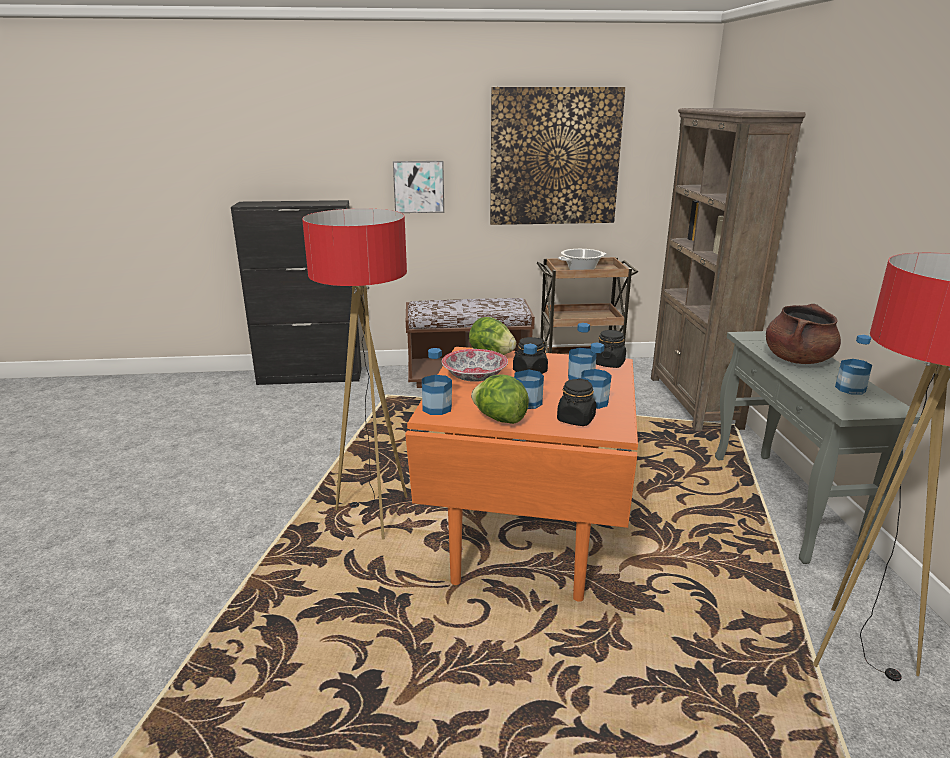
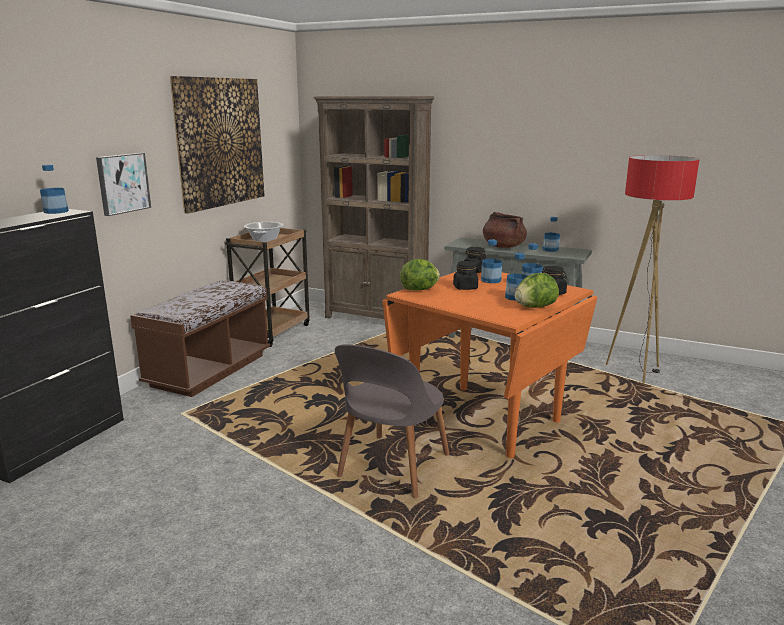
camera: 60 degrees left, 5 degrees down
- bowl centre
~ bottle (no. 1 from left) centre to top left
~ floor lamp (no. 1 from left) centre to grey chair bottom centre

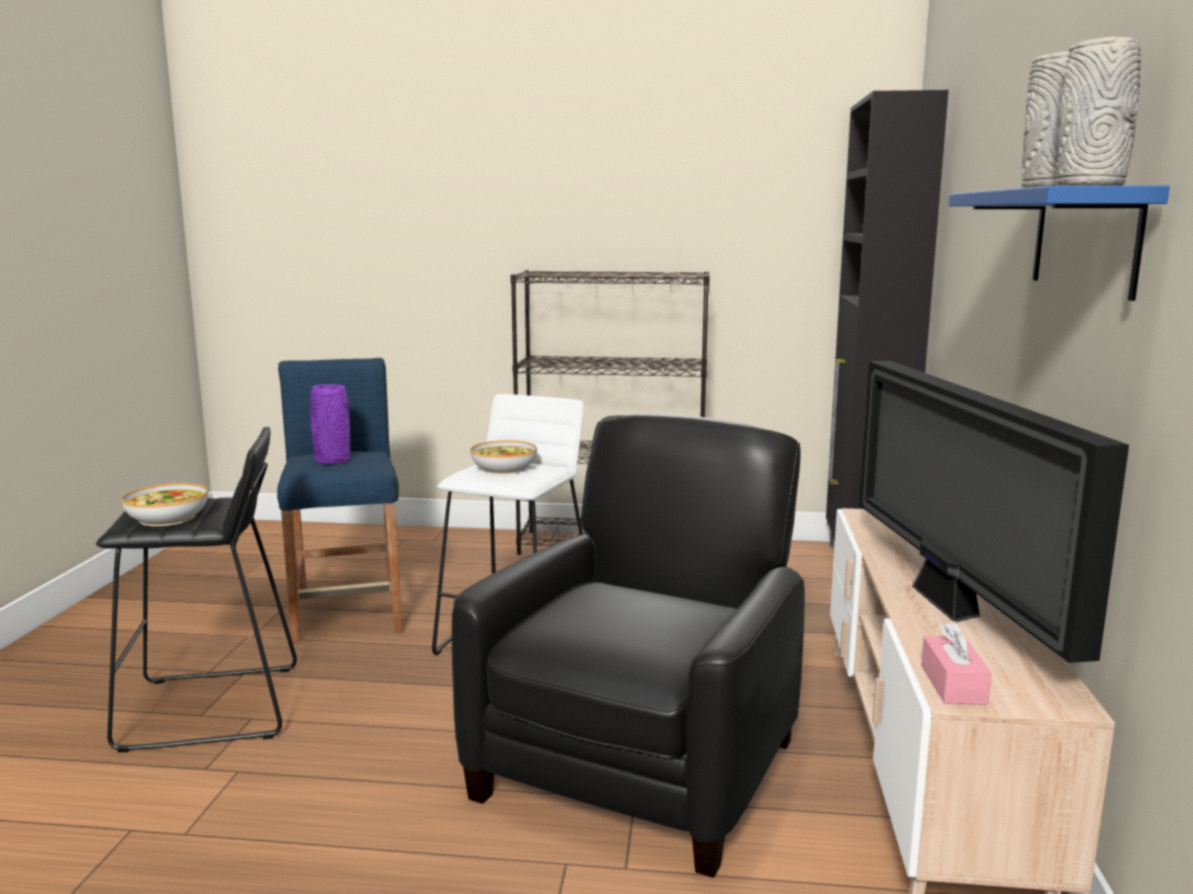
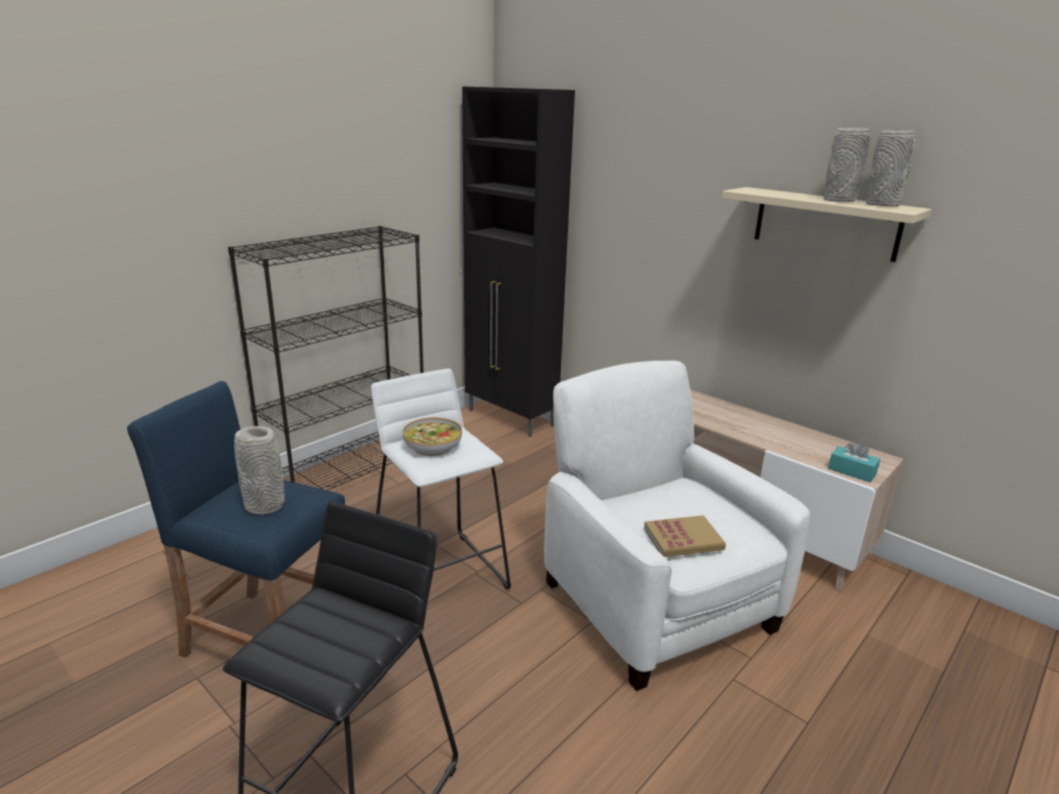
camera: 55 degrees left, 10 degrees up
- bowl (no. 1 from left) middle left
- television middle right
+ book bottom centre
~ purple vase middle left to grey vase (no. 1 from left) middle left
~ black armchair bottom centre to white armchair centre
~ pink tissue box bottom right to turquoise tissue box middle right
~ blue shelf top right to beige shelf top right

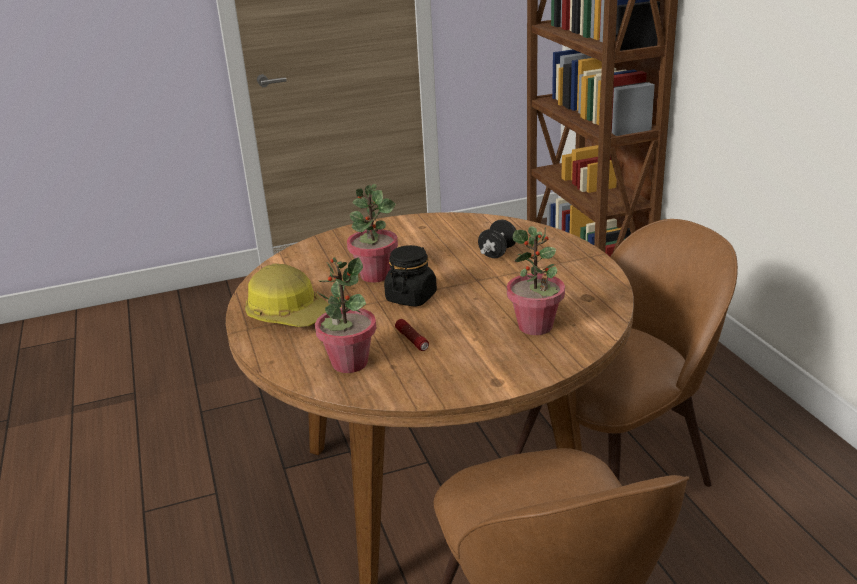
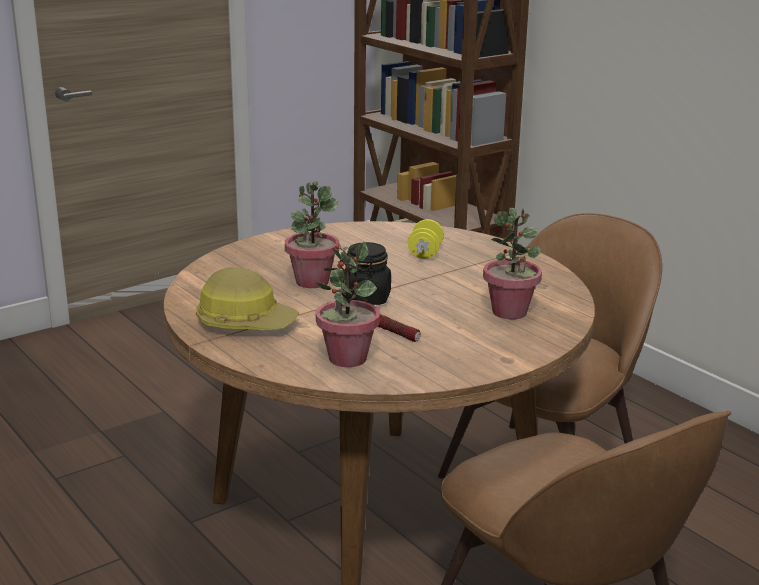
camera: 20 degrees left, 5 degrees down
~ black dumbbell centre to yellow dumbbell centre

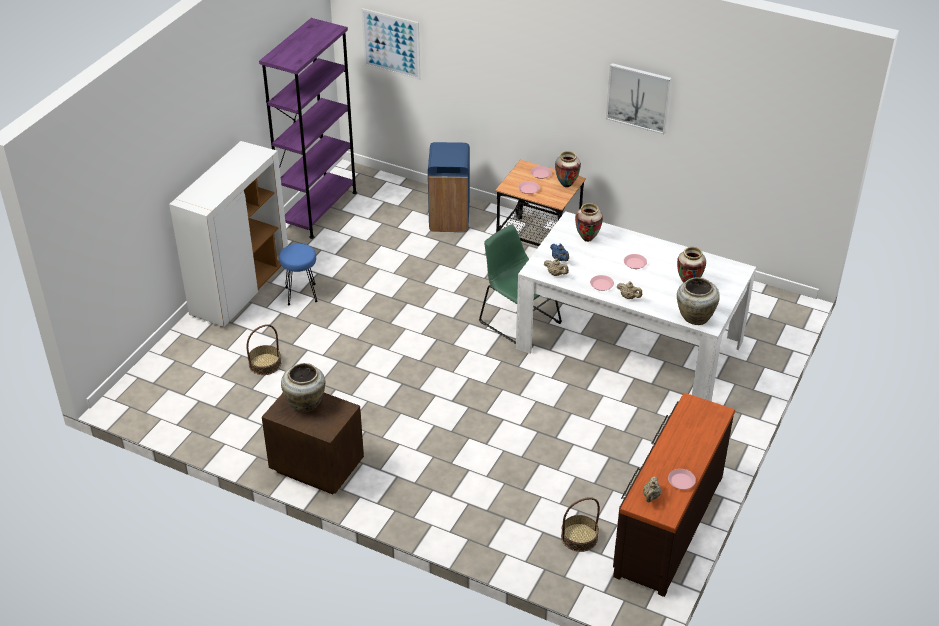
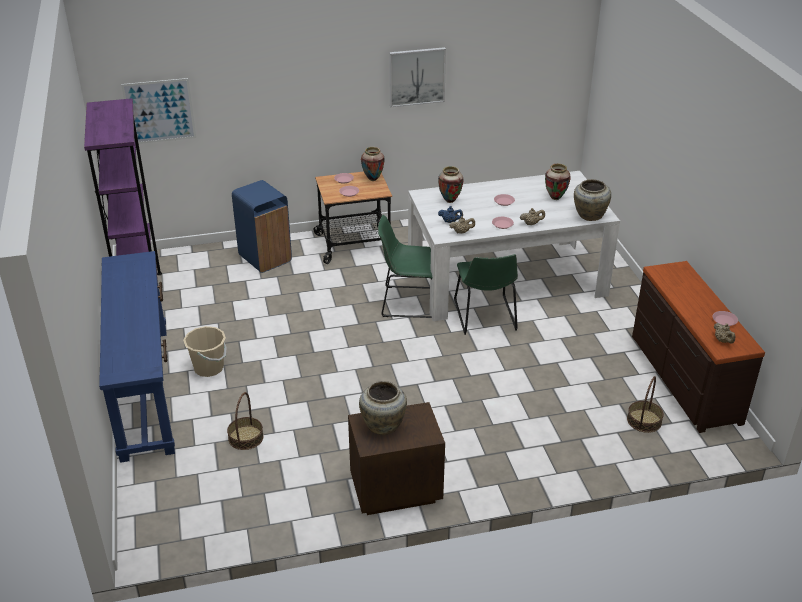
camera: 40 degrees left, 5 degrees down
+ green chair (no. 2 from left) centre
~ white cabinet middle left to blue console table middle left
~ blue stool middle left to beige bucket middle left

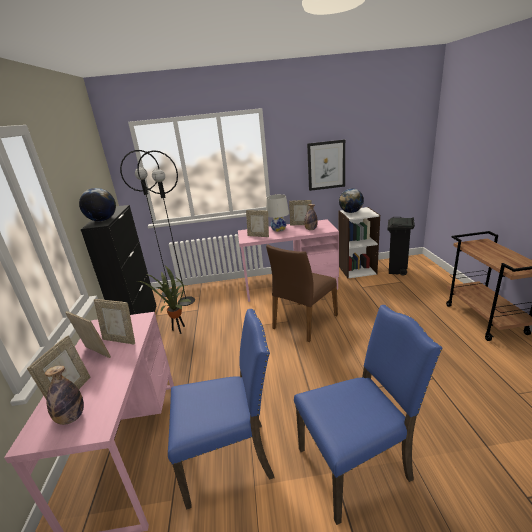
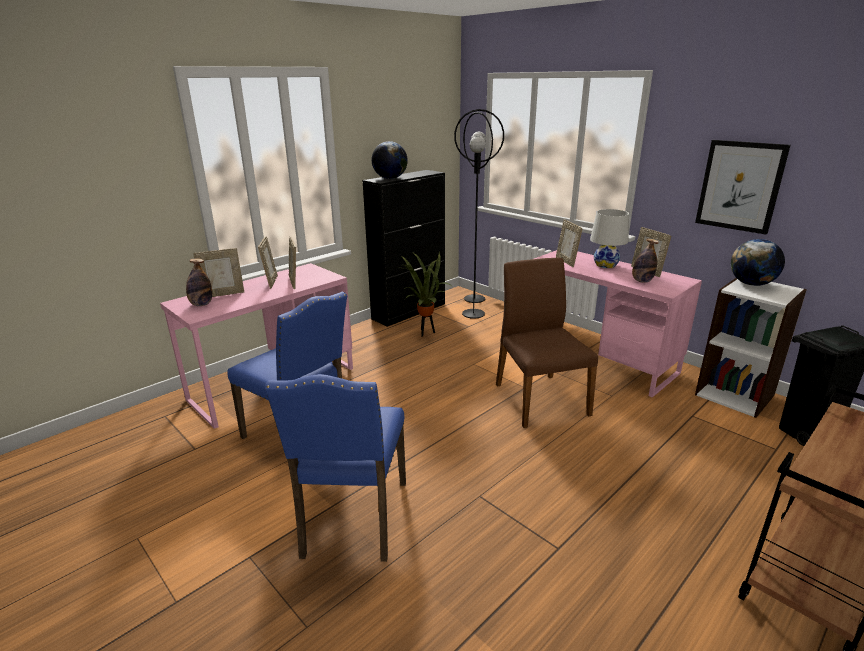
camera: 50 degrees right, 0 degrees up
~ brown chair centre = centre 75 degrees clockwise
~ blue chair (no. 2 from left) bottom right = bottom centre 60 degrees clockwise

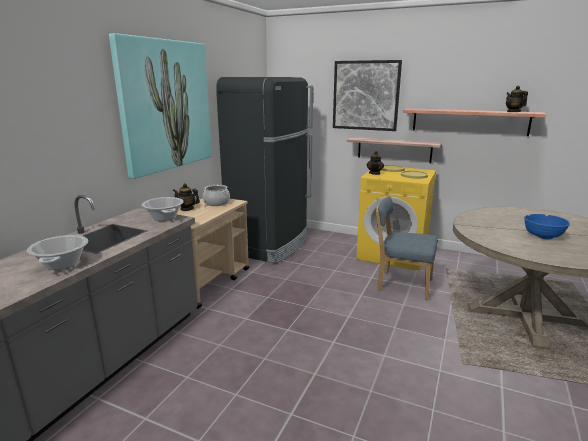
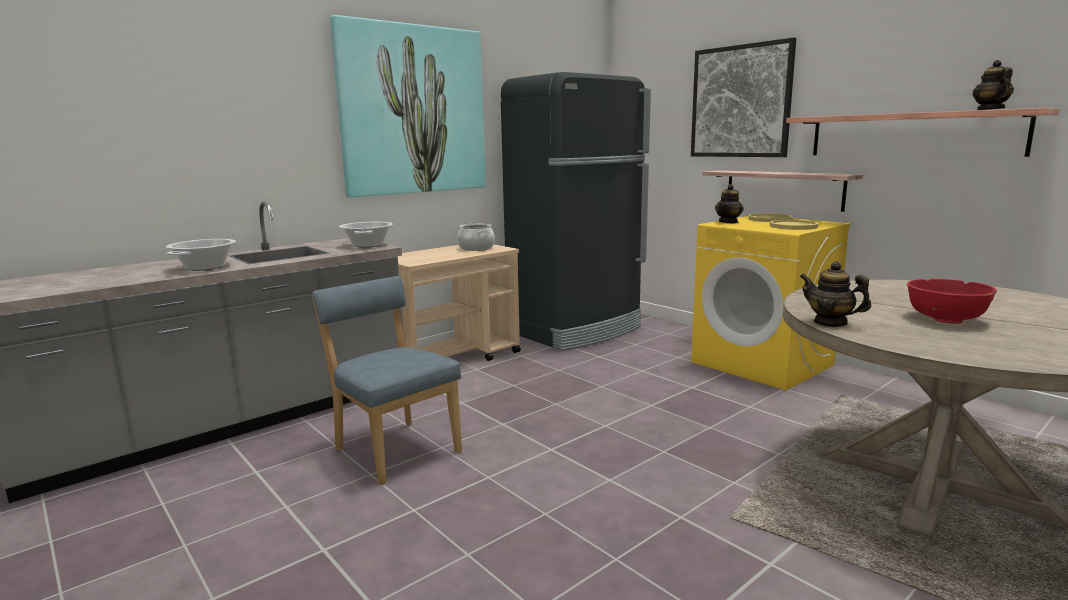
camera: 25 degrees right, 5 degrees down
~ teapot (no. 1 from left in the first image) middle left to teapot (no. 2 from left) middle right
~ blue chair middle right to centre
~ blue bowl middle right to red bowl middle right

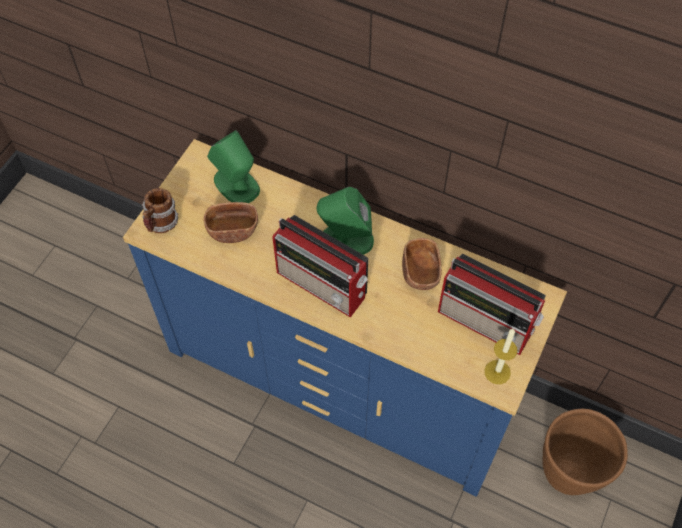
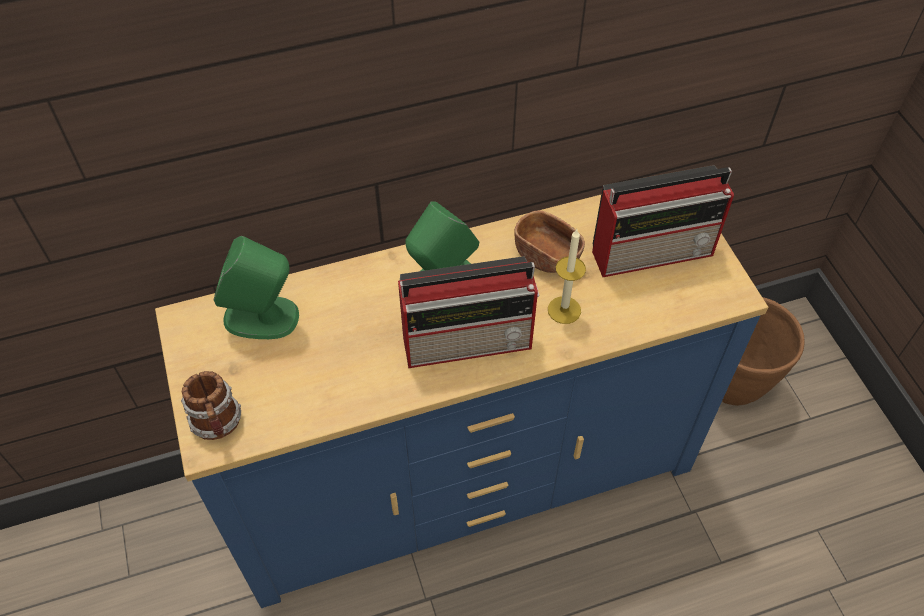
camera: 45 degrees left, 5 degrees down
- brown bowl (no. 1 from left) centre
~ candle bottom right to centre

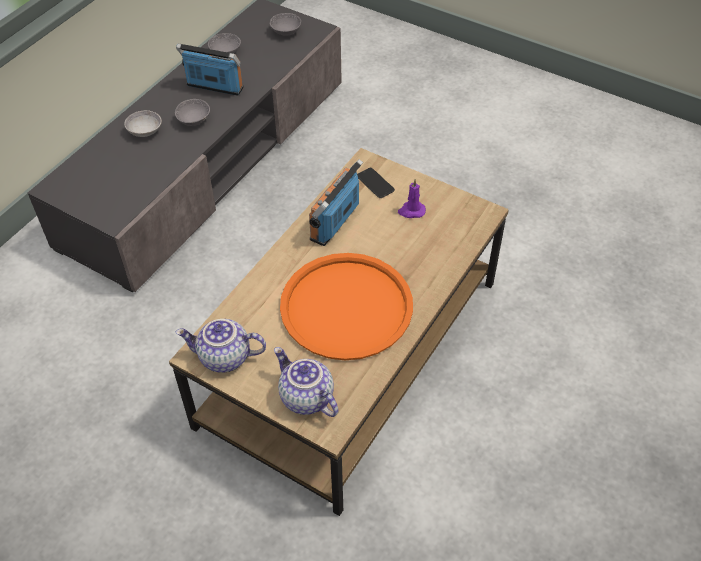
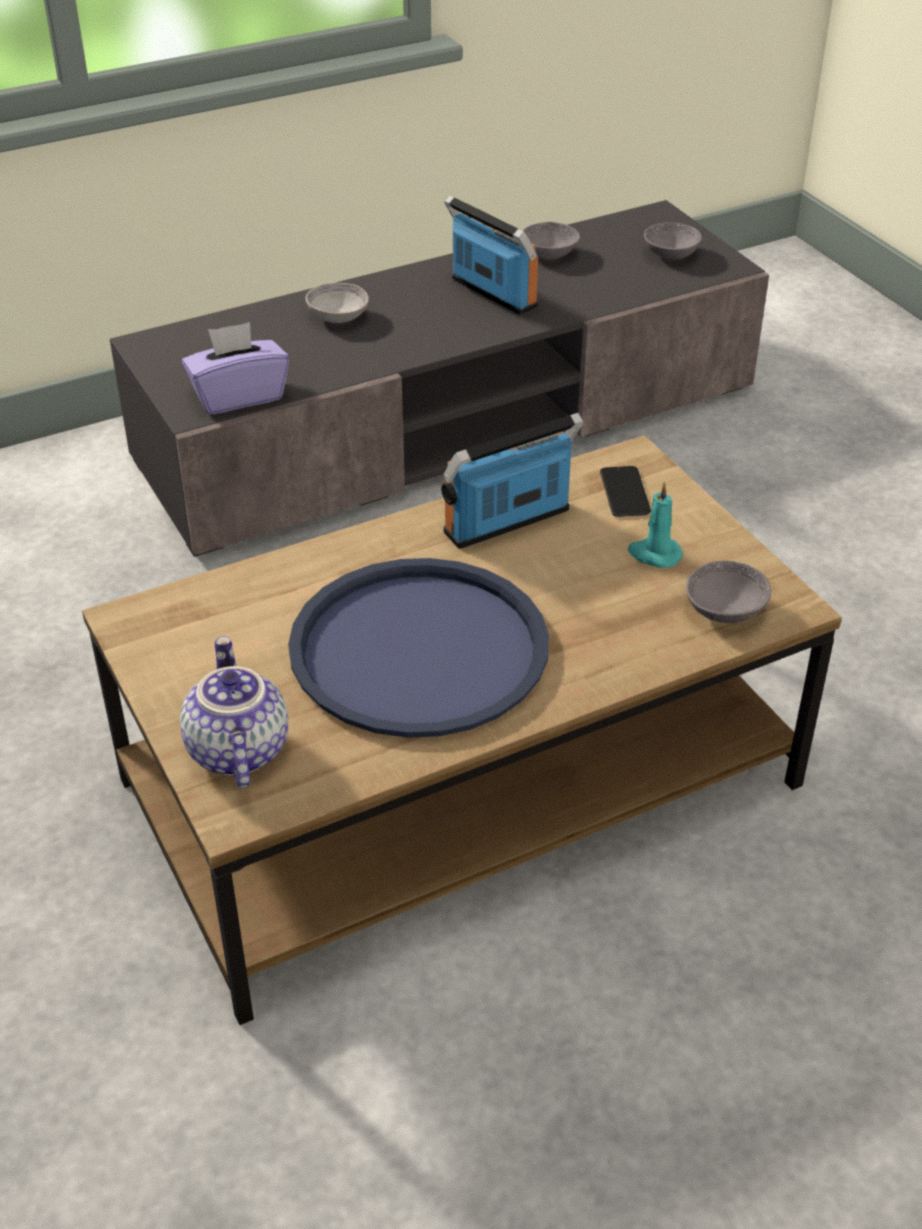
camera: 30 degrees right, 10 degrees down
- teapot (no. 1 from left) middle left
+ purple tissue box top left
~ grey bowl (no. 2 from left in the first image) top left to grey bowl (no. 4 from left) middle right
~ orange tray centre to blue tray centre
~ purple candle centre to turquoise candle middle right

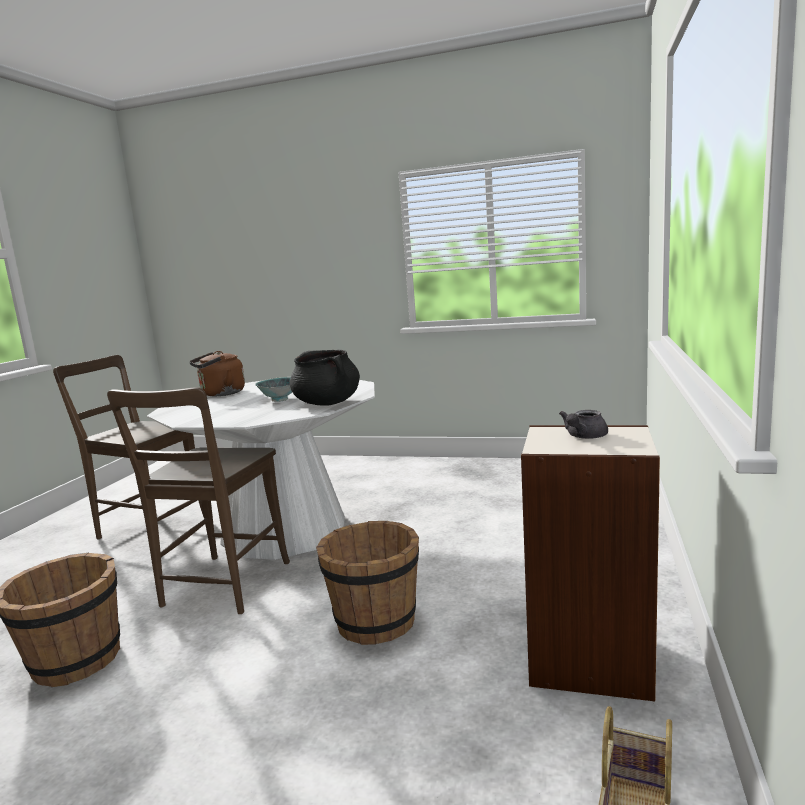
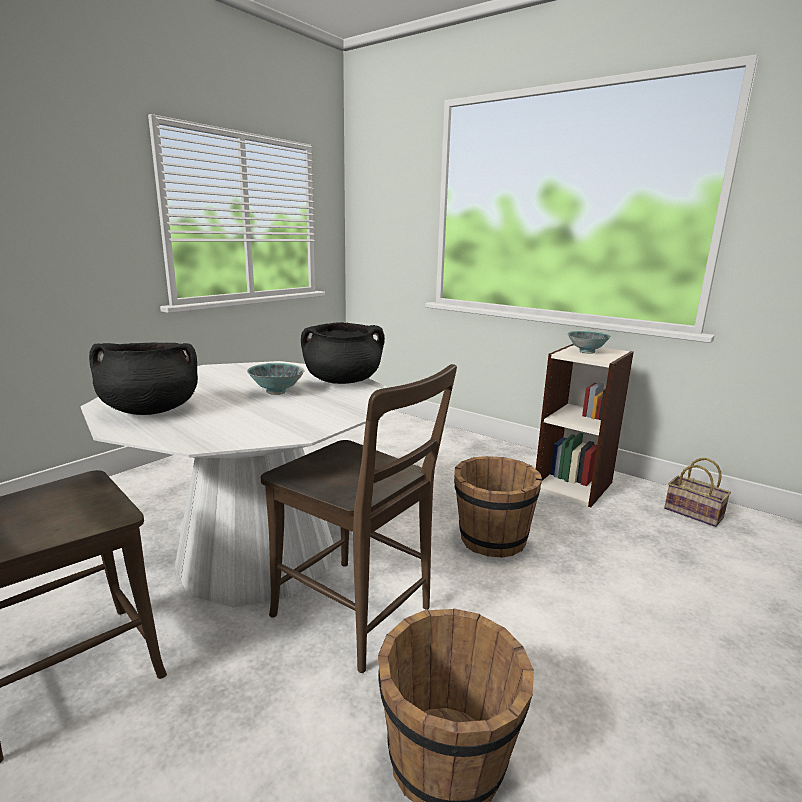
camera: 70 degrees left, 5 degrees up
~ brown kettle middle left to black cooking pot (no. 1 from left) middle left
~ grey teapot middle right to bowl (no. 2 from left) middle right

